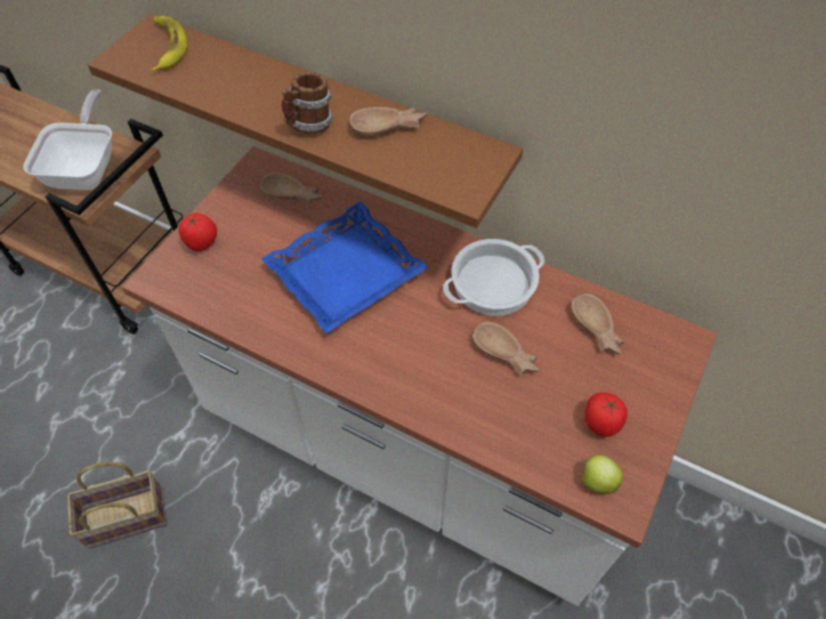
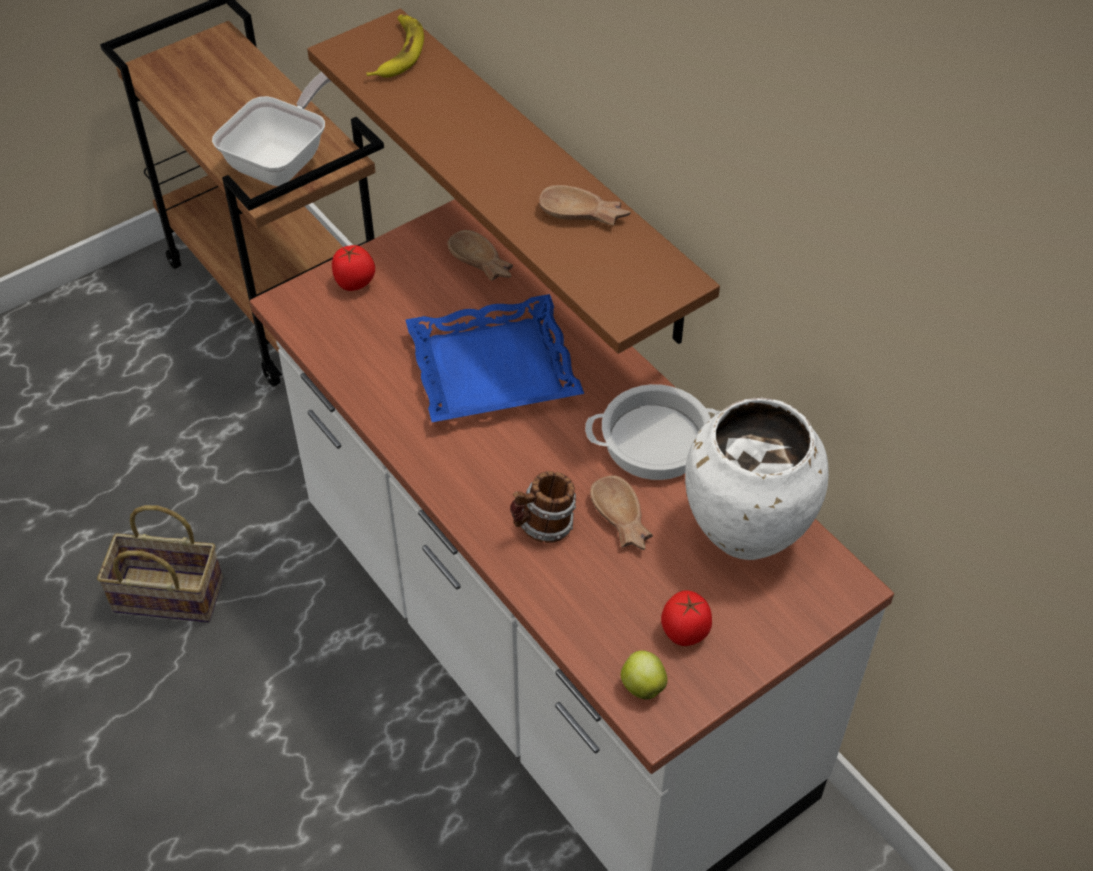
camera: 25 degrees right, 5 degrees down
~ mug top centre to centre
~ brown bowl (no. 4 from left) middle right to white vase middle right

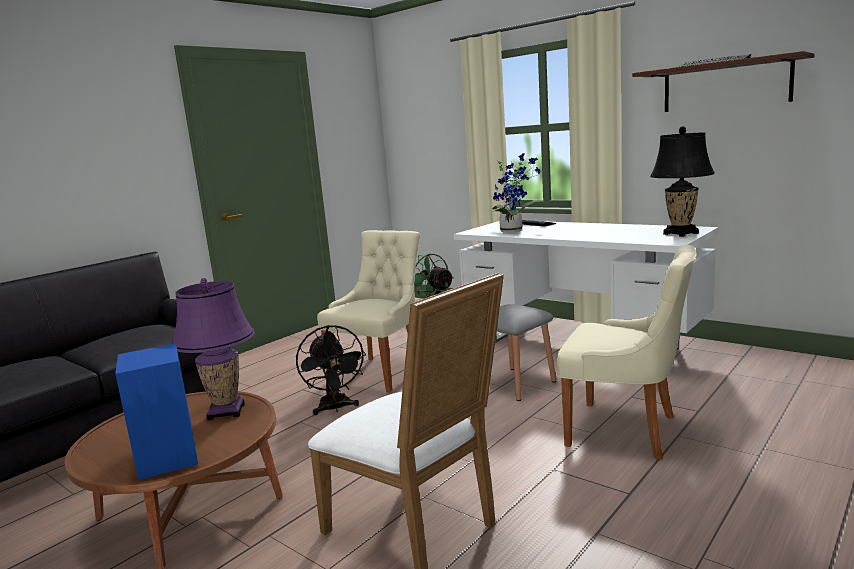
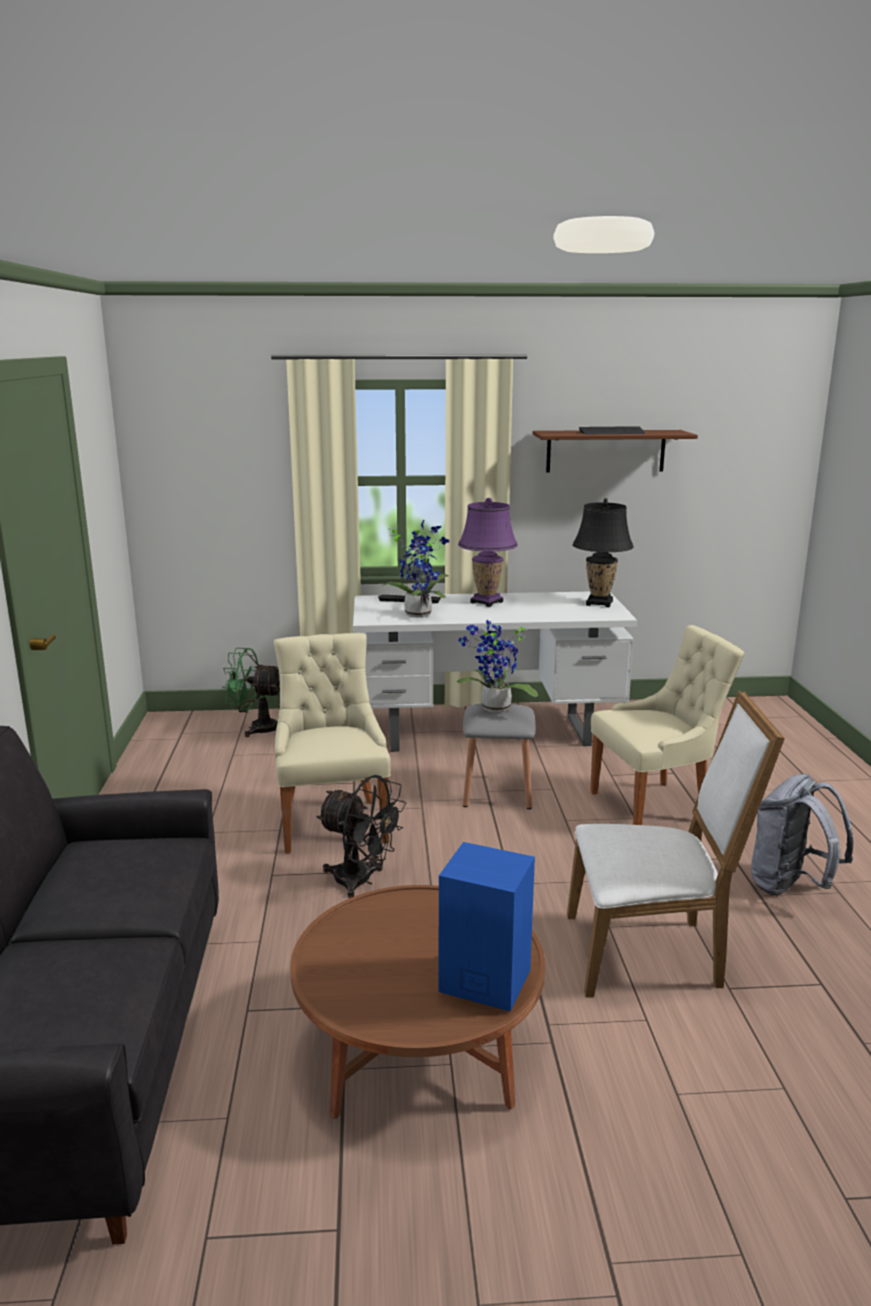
camera: 45 degrees left, 5 degrees up
+ potted plant (no. 2 from left) centre
+ grey backpack middle right
~ purple table lamp middle left to centre

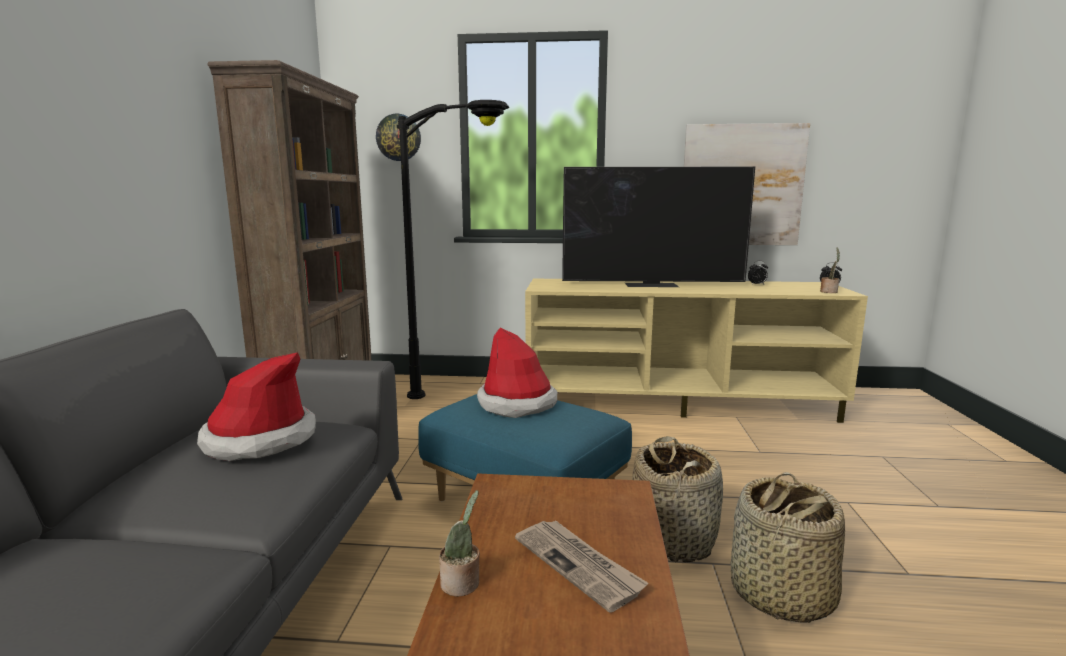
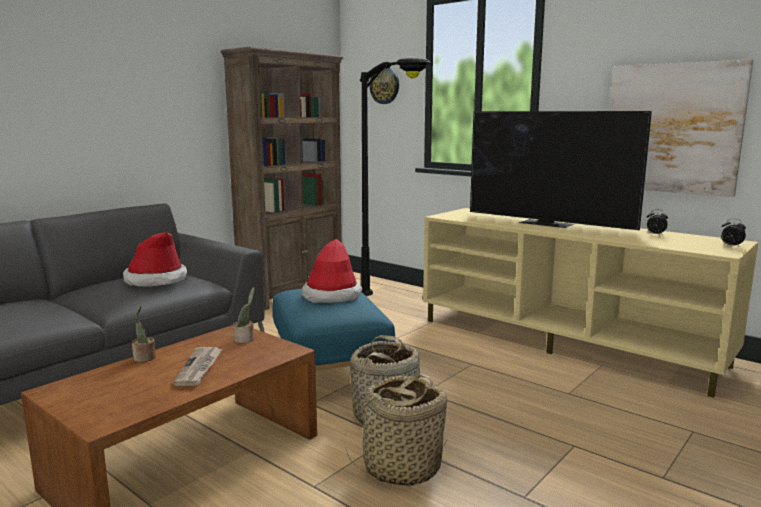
camera: 35 degrees right, 0 degrees up
~ potted plant (no. 2 from left) middle right to middle left

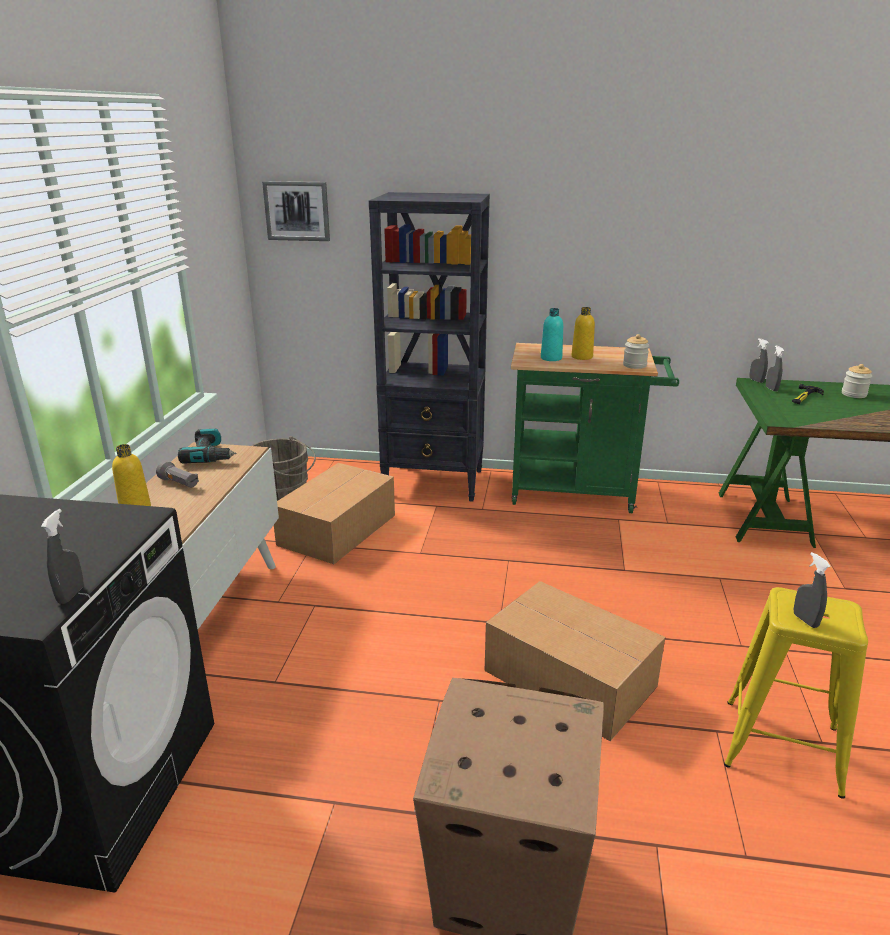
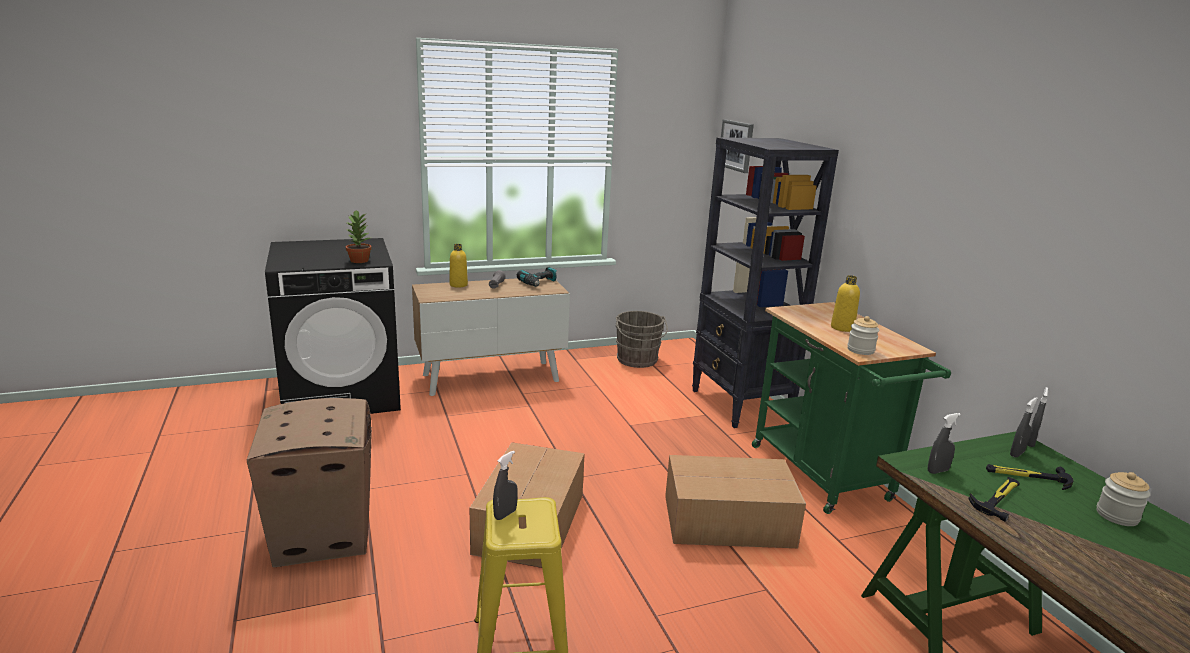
camera: 60 degrees right, 5 degrees down
- turquoise bottle centre
+ potted plant middle left
+ hammer (no. 1 from left) bottom right
~ grey spray bottle (no. 1 from left in the first image) middle left to grey spray bottle (no. 2 from left) bottom right
~ cardboard box (no. 1 from left in the first image) centre to cardboard box (no. 3 from left) bottom centre

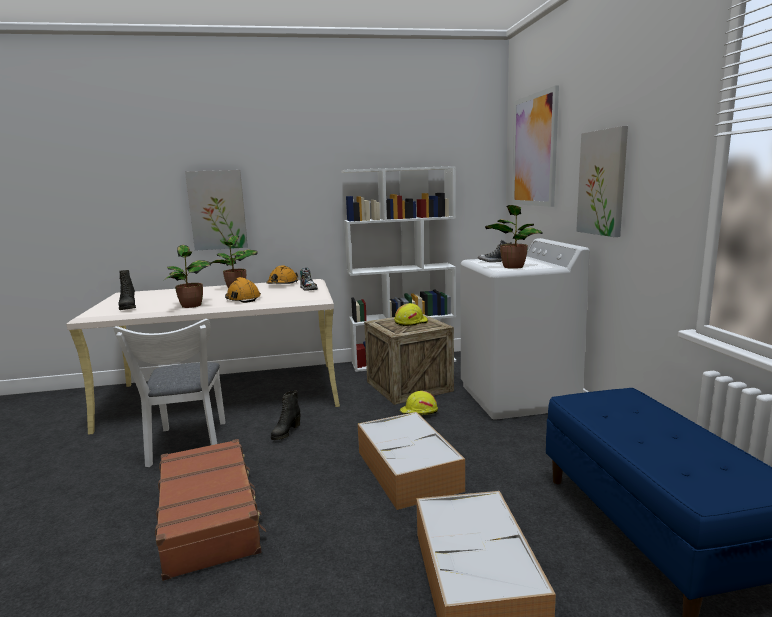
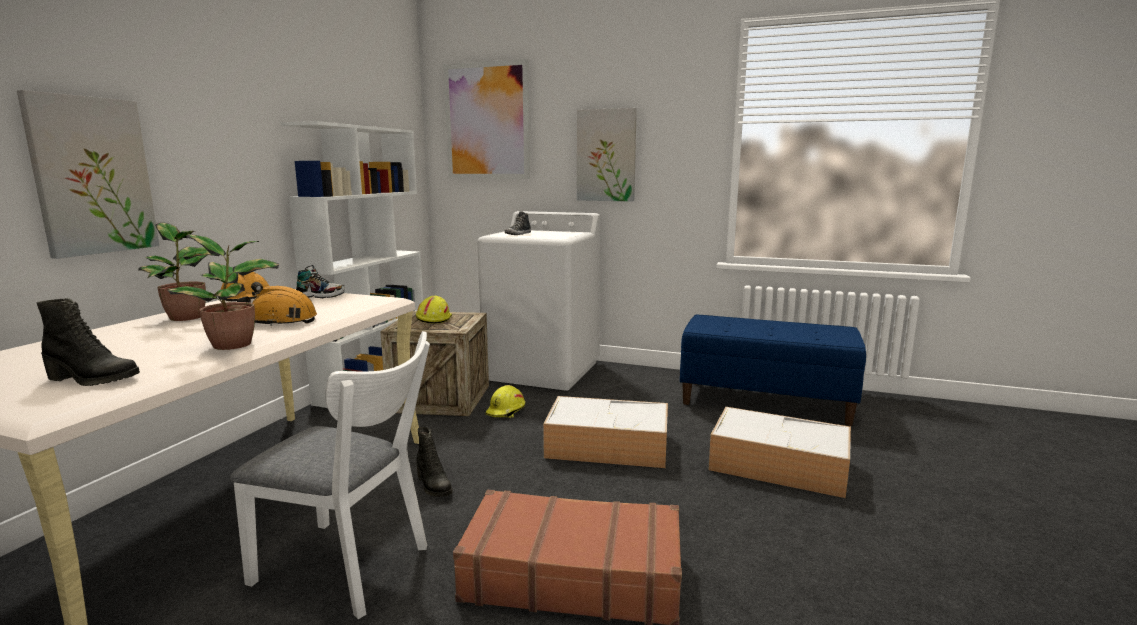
camera: 60 degrees left, 0 degrees up
- potted plant (no. 3 from left) centre

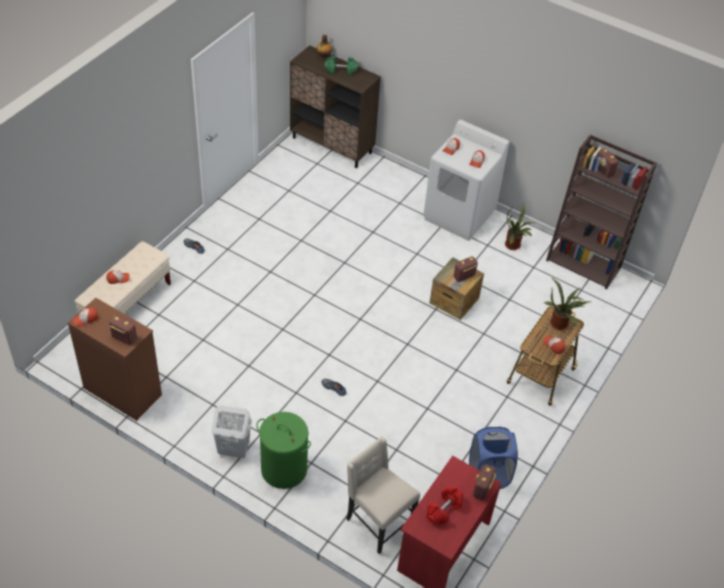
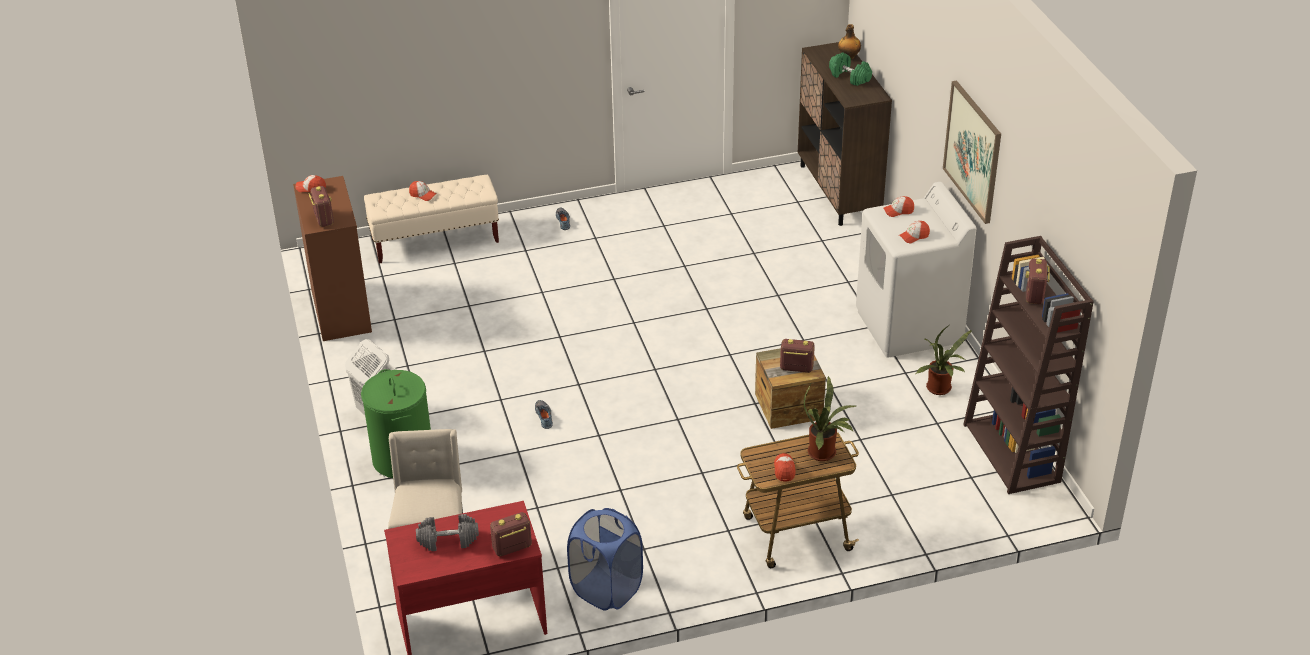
camera: 45 degrees right, 10 degrees down
+ picture top right
~ red dumbbell bottom centre to grey dumbbell bottom centre

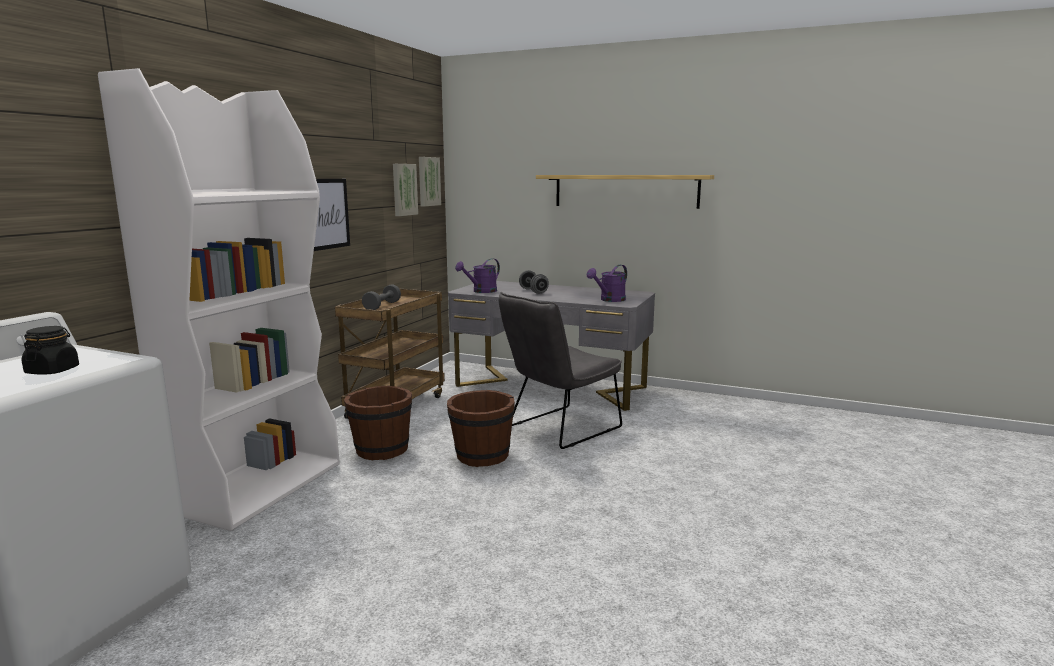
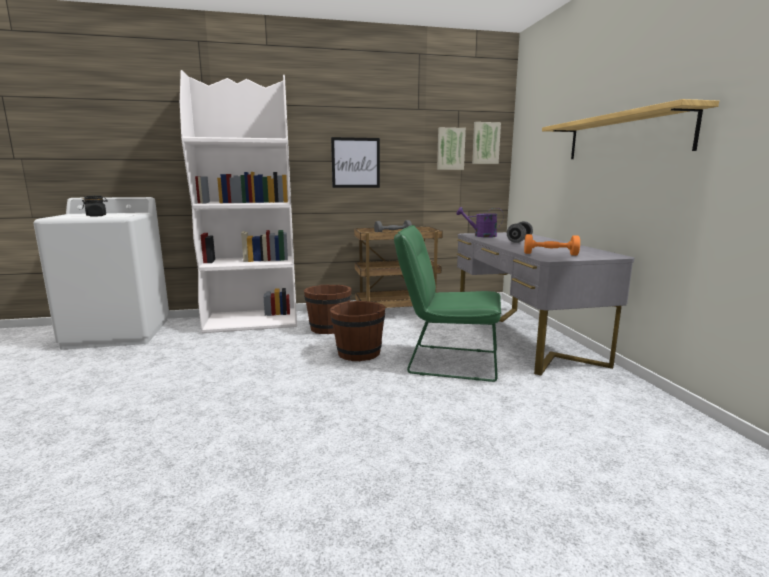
camera: 55 degrees right, 0 degrees up
~ purple watering can (no. 2 from left) centre to orange dumbbell middle right
~ grey chair centre to green chair centre

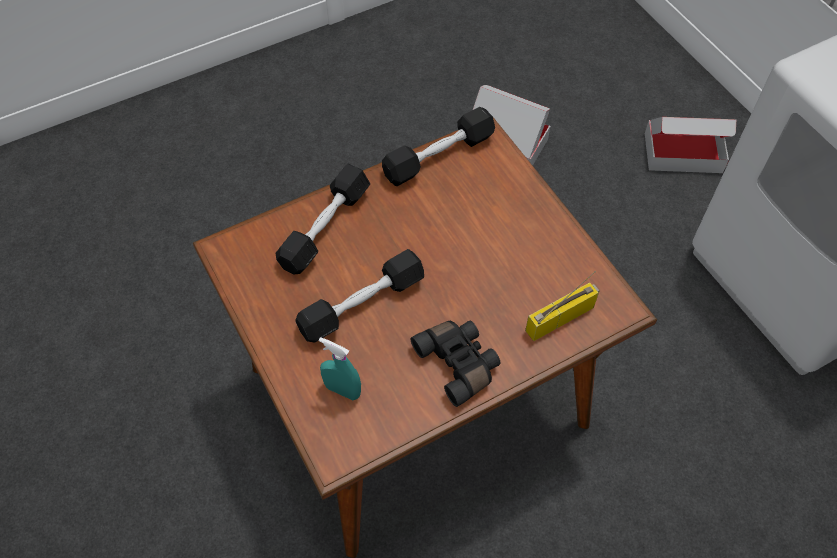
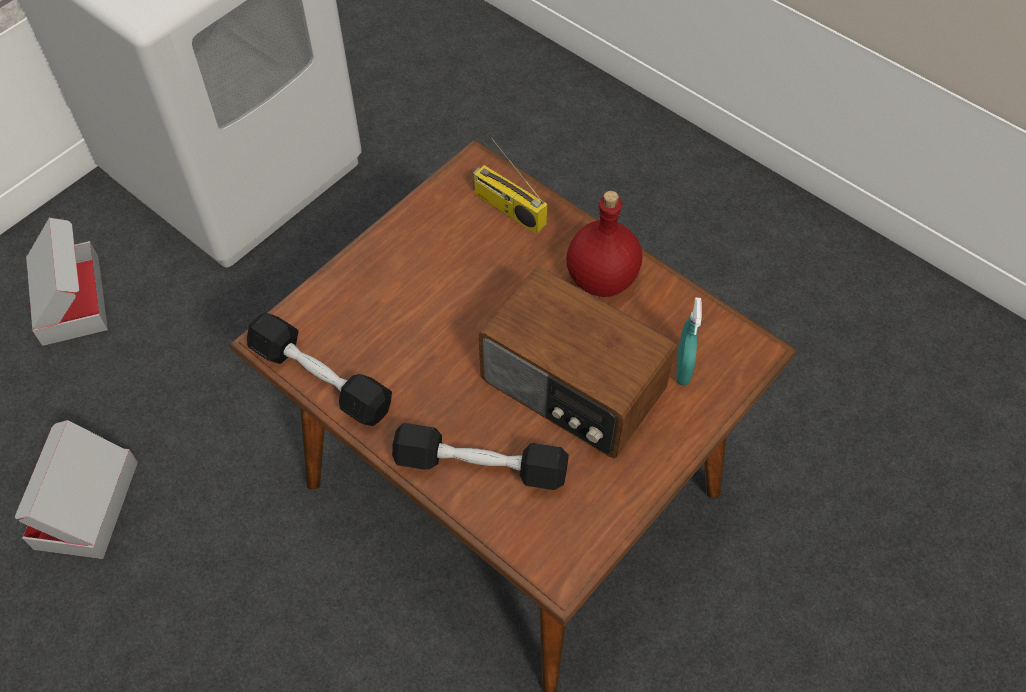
camera: 110 degrees left, 0 degrees up
~ black dumbbell (no. 2 from left) centre to radio (no. 2 from left) centre
~ black binoculars centre to red bottle centre

